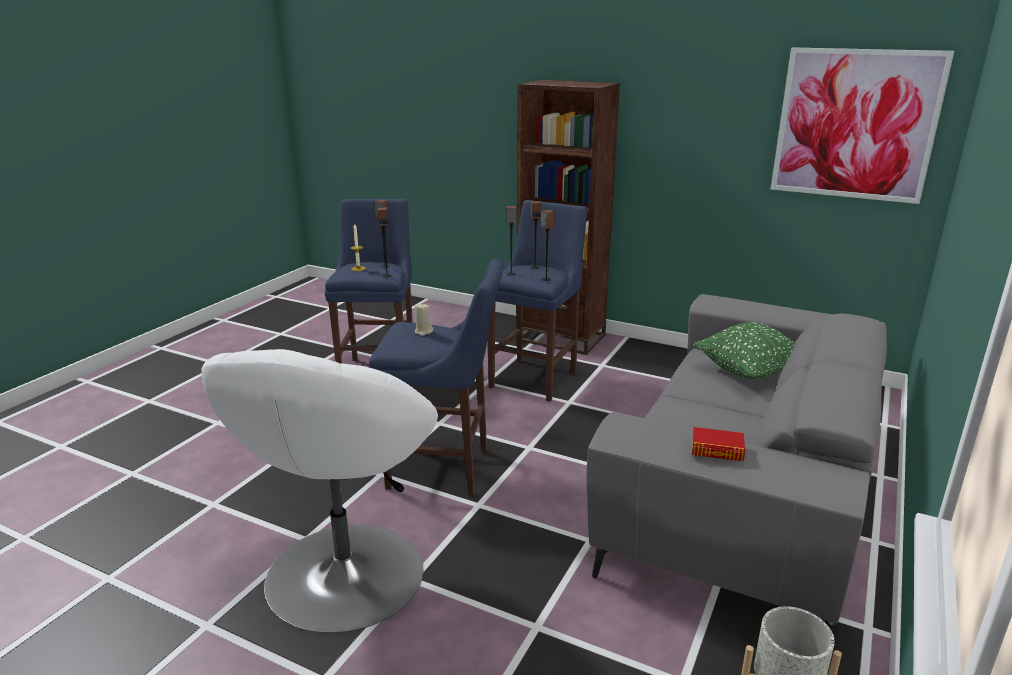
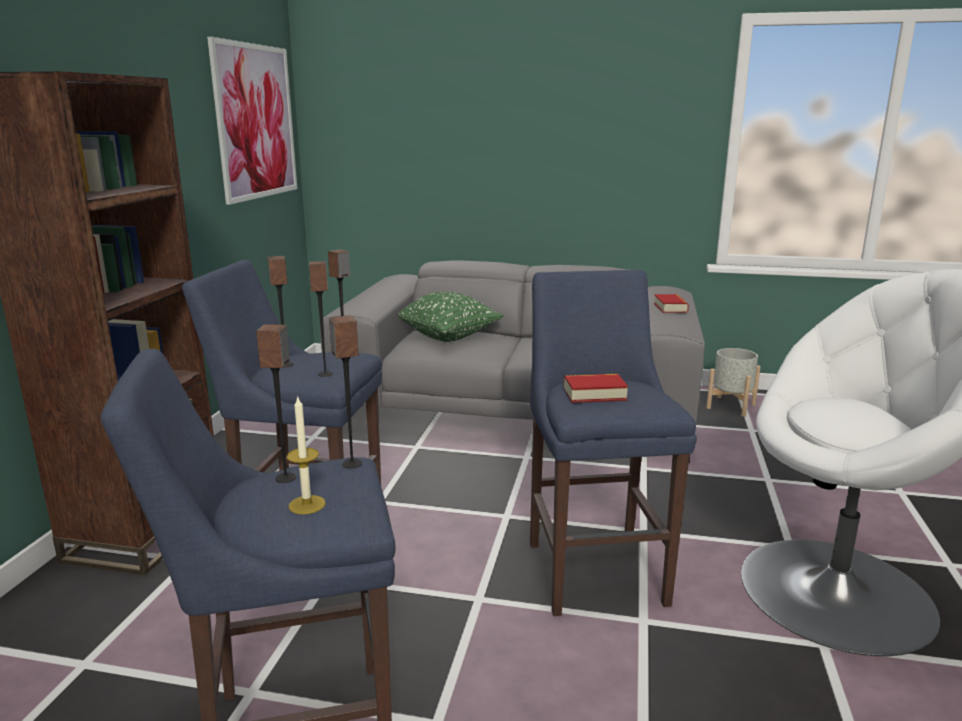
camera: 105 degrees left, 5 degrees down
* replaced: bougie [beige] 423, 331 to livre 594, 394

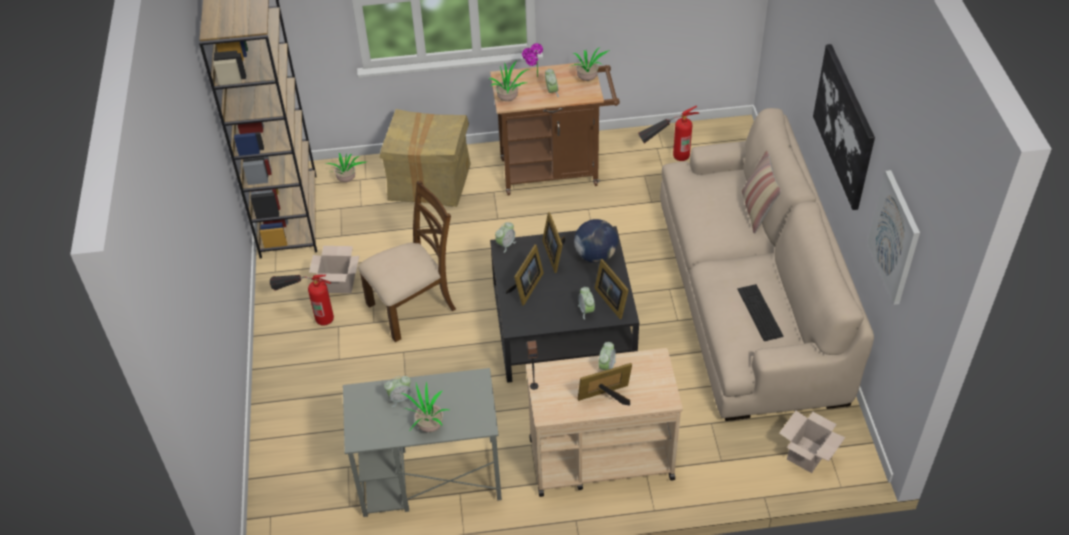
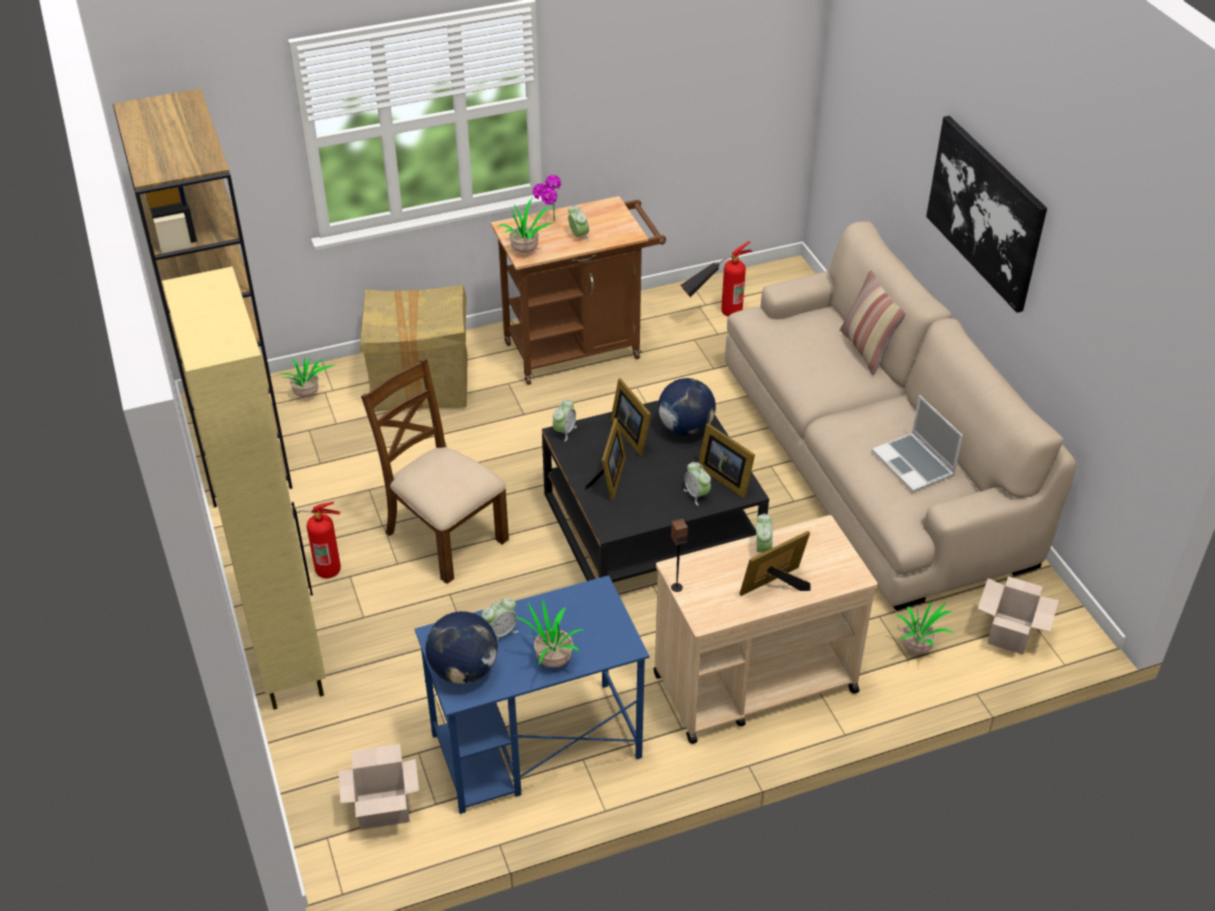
camera: 15 degrees left, 5 degrees down
* moved: plante en pot 588, 79 to 918, 649
* removed: tableau 895, 237
* turned: chaise [marron] 412, 306 = 444, 536 90 degrees counterclockwise
* moved: carton 339, 283 to 384, 807
* replaced: clavier 760, 312 to ordinateur portable 914, 464
* recoloured: bureau [gris] 429, 478 to bureau [bleu] 534, 747
* added: meuble de rangement [beige] 286, 656
* added: globe 464, 670

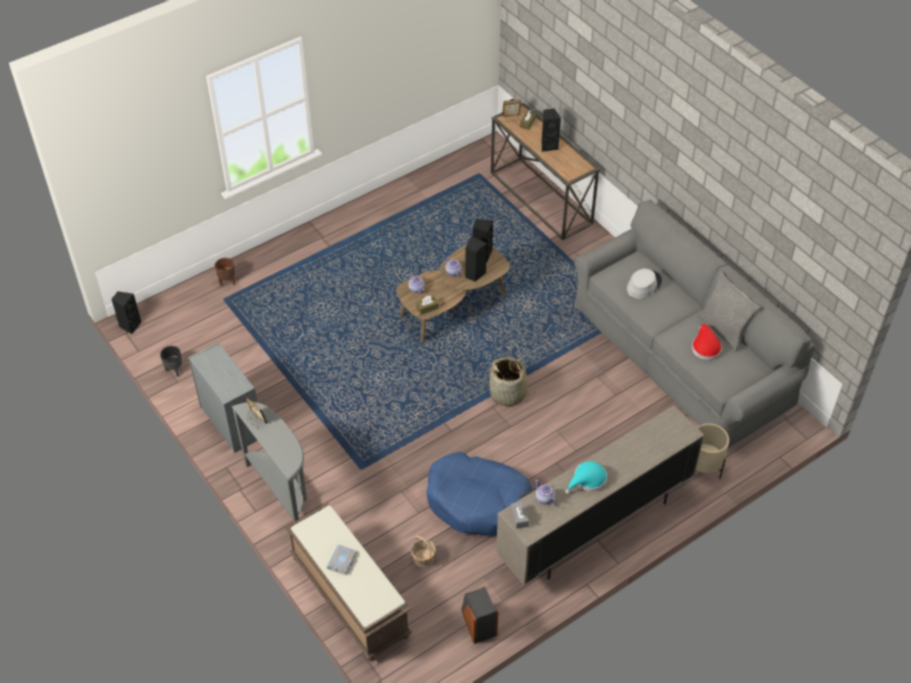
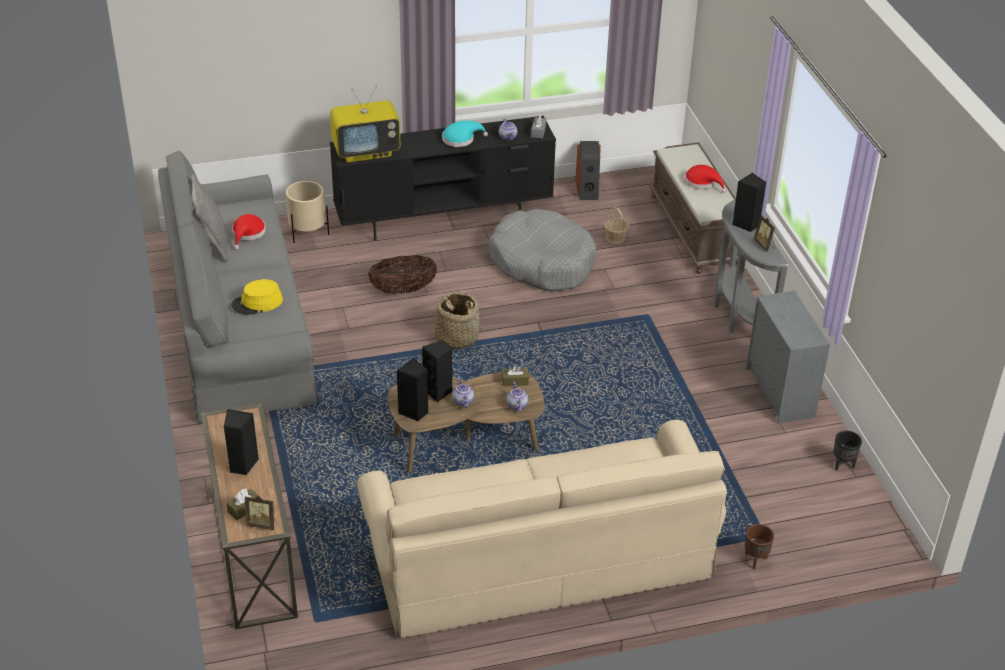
camera: 160 degrees left, 10 degrees down
* recoloured: chapeau [gris] 644, 285 to chapeau [jaune] 257, 303
* moved: enceinte [noir] 130, 325 to 746, 224
* recoloured: meuble télé [beige] 594, 527 to meuble télé [noir] 445, 219
* recoloured: panier pour chien [bleu] 478, 501 to panier pour chien [gris] 542, 262
* replaced: livre [gris] 342, 561 to chapeau [rouge] 702, 182
* added: téléviseur 366, 151
* added: panier 403, 290
* added: canapé [beige] 539, 557

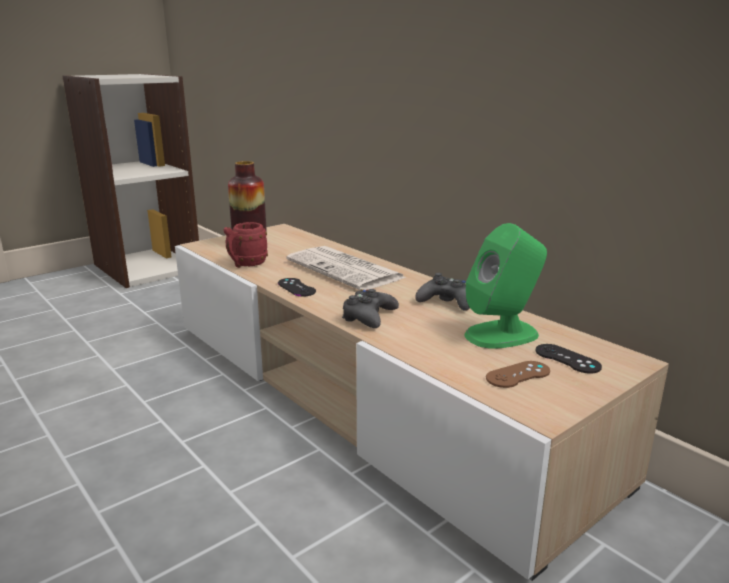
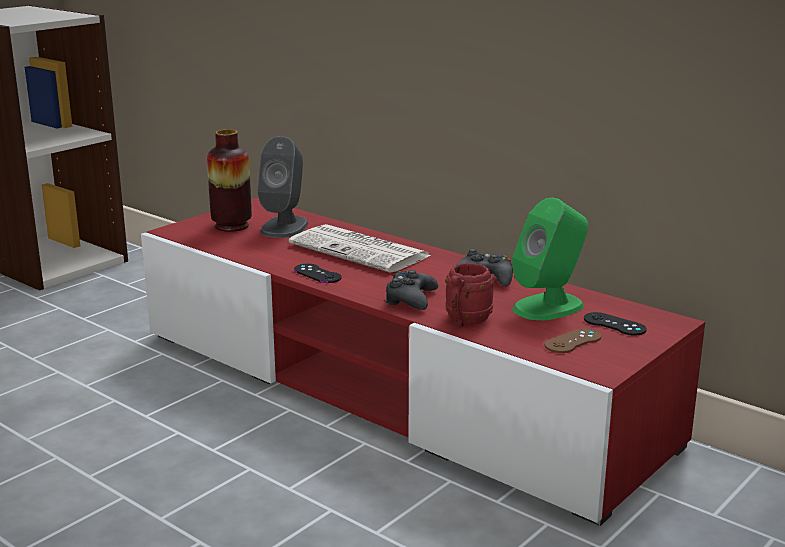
camera: 10 degrees left, 0 degrees up
* moved: mug [rouge] 246, 264 to 465, 321
* recoloured: meuble télé [beige] 364, 394 to meuble télé [rouge] 392, 387
* added: enceinte [gris] 284, 227

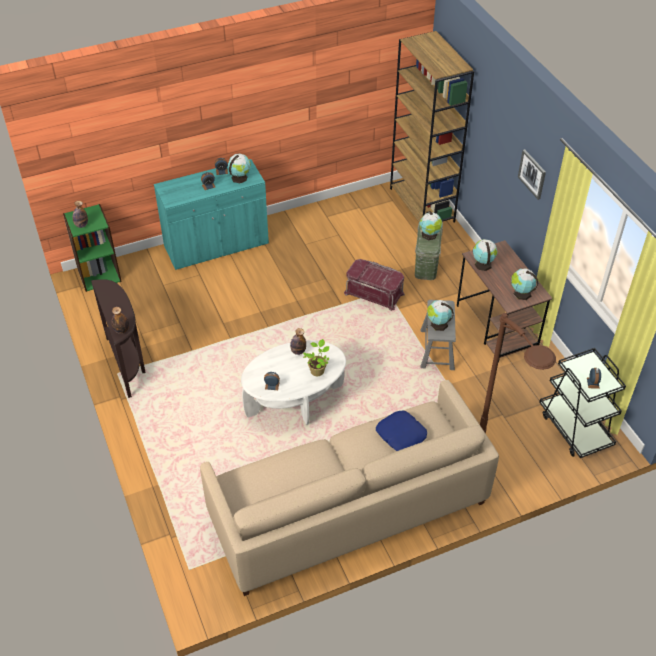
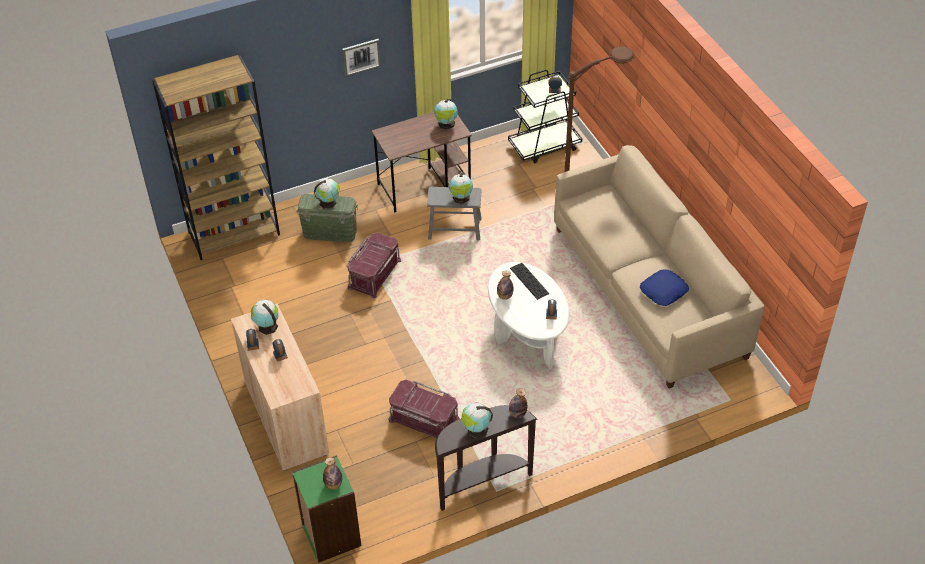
camera: 90 degrees left, 0 degrees up
* recoloured: meuble de rangement [turquoise] 216, 246 to meuble de rangement [beige] 286, 417
* moved: globe 482, 264 to 476, 430
* replaced: plante en pot 317, 370 to clavier 529, 281
* moved: coussin [bleu] 400, 434 to 664, 291
* added: boîte de rangement [rouge] 423, 420

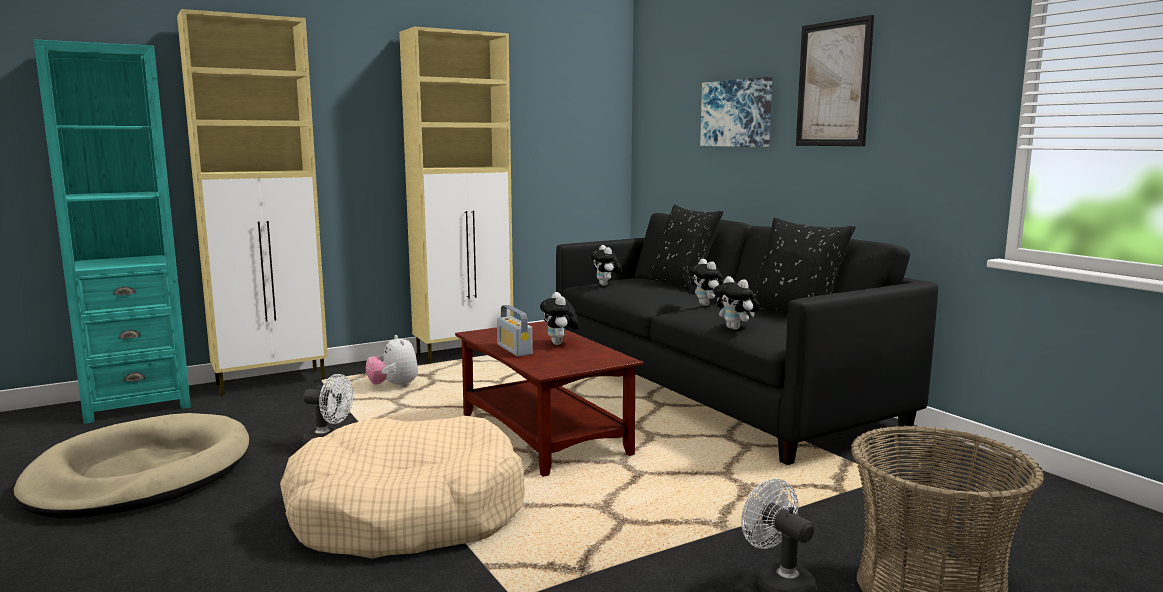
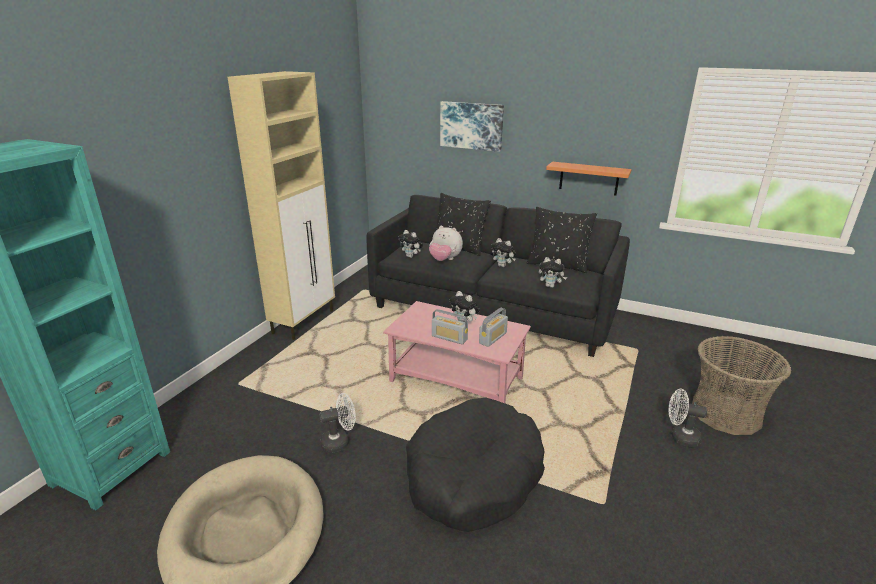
camera: 35 degrees left, 15 degrees up
* removed: meuble de rangement [beige] 272, 382
* removed: tableau 833, 84
* recoloured: table basse [marron] 544, 435 to table basse [rose] 457, 380
* moved: peluche 394, 387 to 445, 260
* recoloured: panier pour chien [beige] 406, 513 to panier pour chien [noir] 473, 476
* added: étagère [orange] 589, 178
* added: radio 493, 338

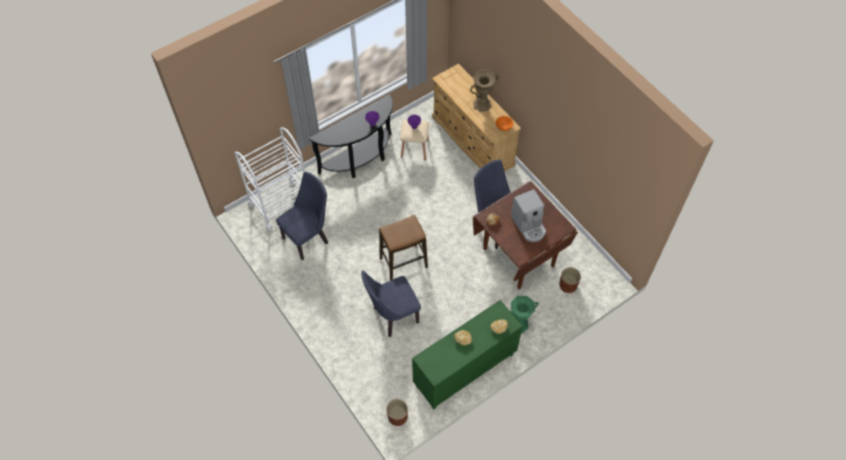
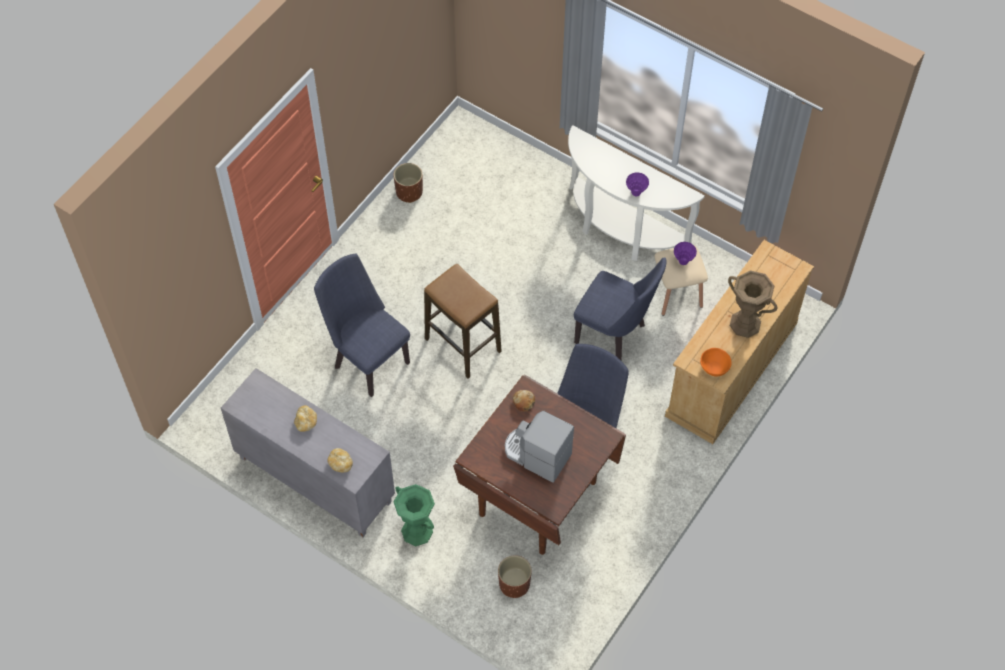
camera: 70 degrees right, 0 degrees up
* recoloured: table console [noir] 360, 160 to table console [blanc] 620, 231
* removed: chariot [blanc] 280, 203
* moved: chaise [bleu] 308, 238 to 615, 336
* turned: machine à café 529, 225 = 536, 455 75 degrees clockwise
* recoloured: meuble de rangement [vert] 464, 371 to meuble de rangement [gris] 314, 480
* moved: cache-pot [marron] 397, 416 to 409, 192

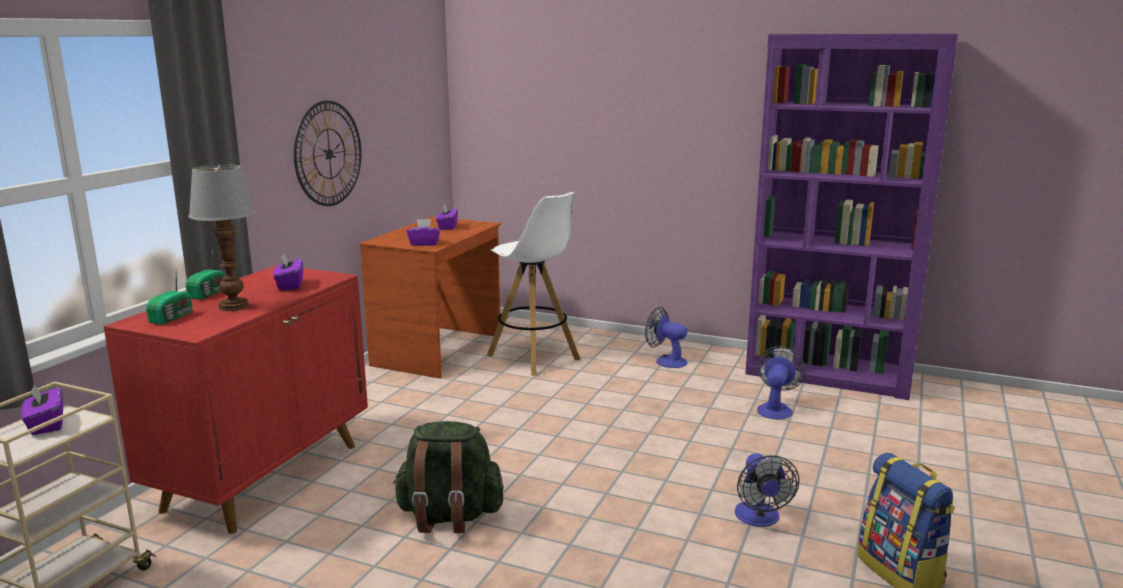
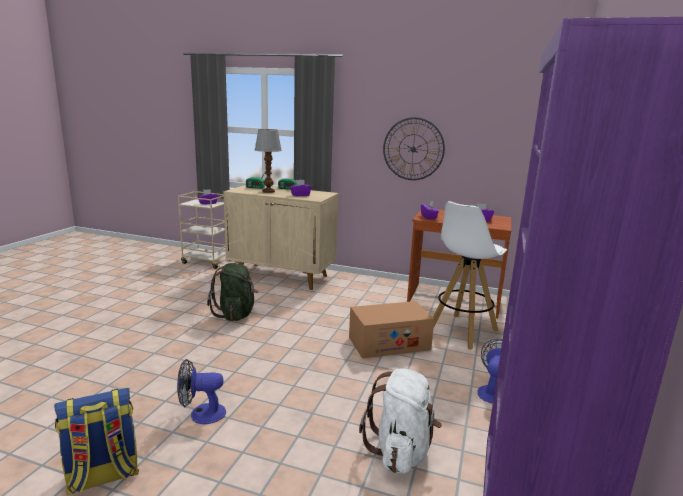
camera: 85 degrees right, 0 degrees up
* recoloured: meuble de rangement [rouge] 265, 476 to meuble de rangement [beige] 282, 276
* replaced: ventilateur 775, 408 to sac à dos [blanc] 401, 451
* added: carton 389, 343

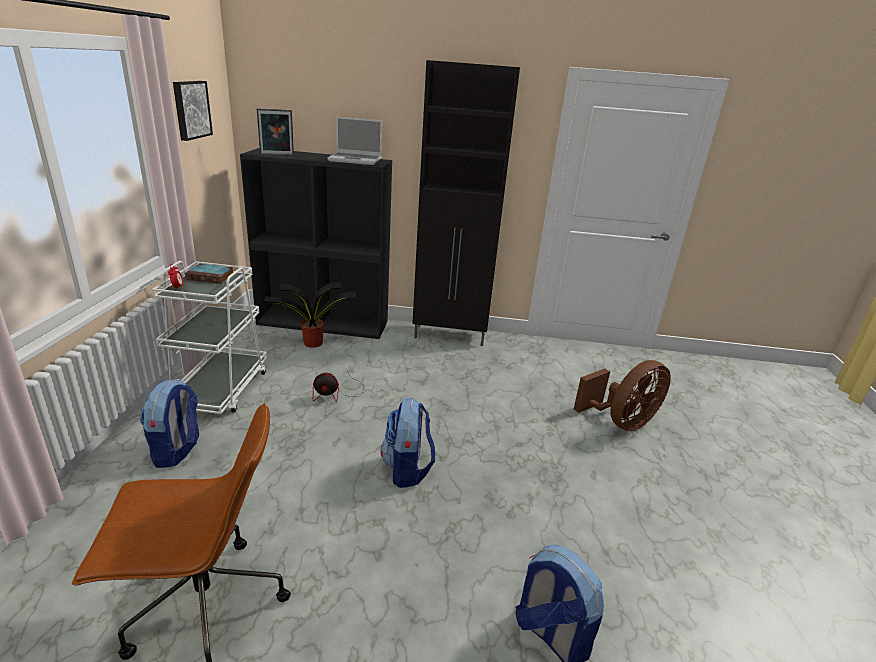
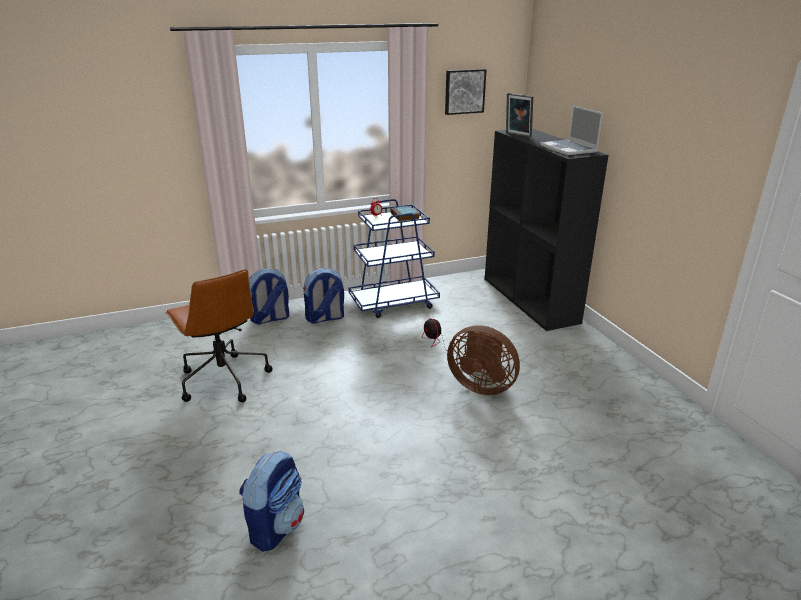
camera: 65 degrees right, 0 degrees up
* removed: meuble de rangement [noir] 450, 336
* recoloured: chariot [blanc] 220, 390 to chariot [bleu] 394, 303
* removed: plante en pot 312, 343
* moved: ventilateur [marron] 622, 422 to 481, 385
* moved: sac à dos 407, 469 to 270, 319

